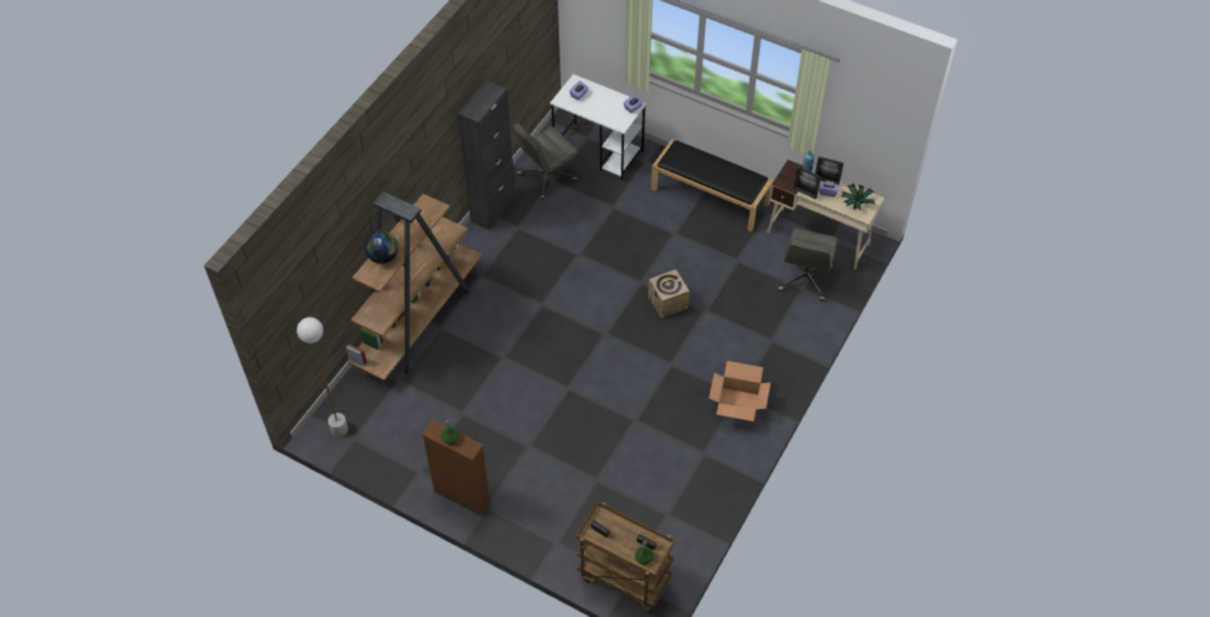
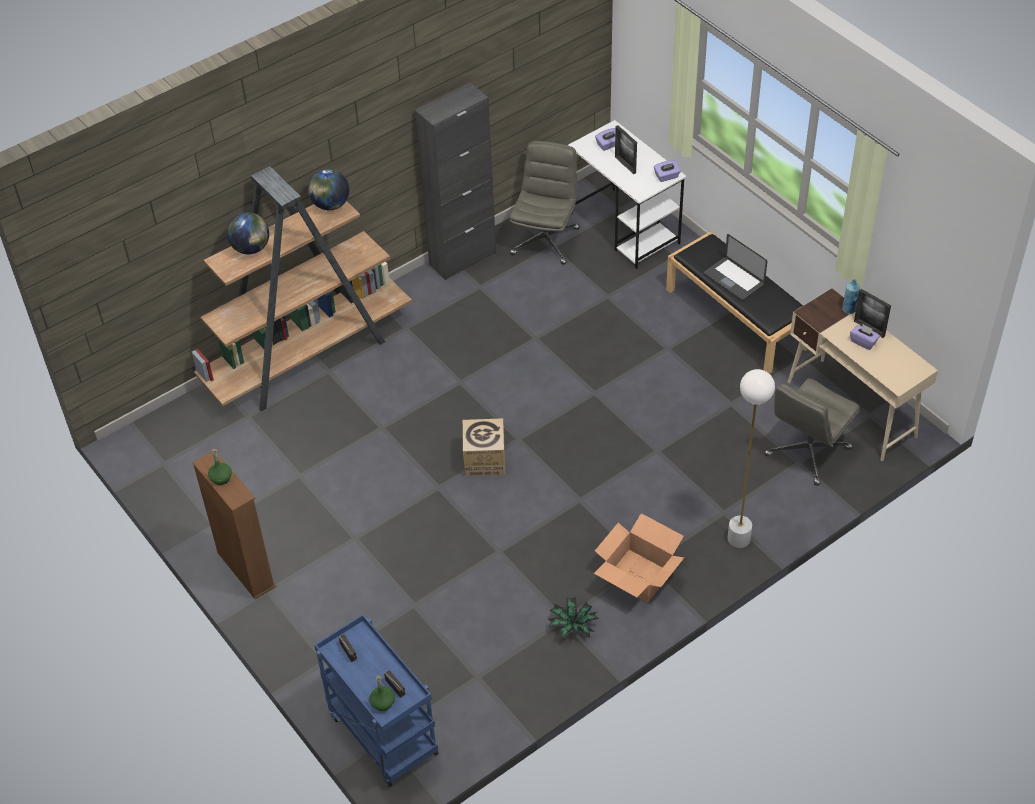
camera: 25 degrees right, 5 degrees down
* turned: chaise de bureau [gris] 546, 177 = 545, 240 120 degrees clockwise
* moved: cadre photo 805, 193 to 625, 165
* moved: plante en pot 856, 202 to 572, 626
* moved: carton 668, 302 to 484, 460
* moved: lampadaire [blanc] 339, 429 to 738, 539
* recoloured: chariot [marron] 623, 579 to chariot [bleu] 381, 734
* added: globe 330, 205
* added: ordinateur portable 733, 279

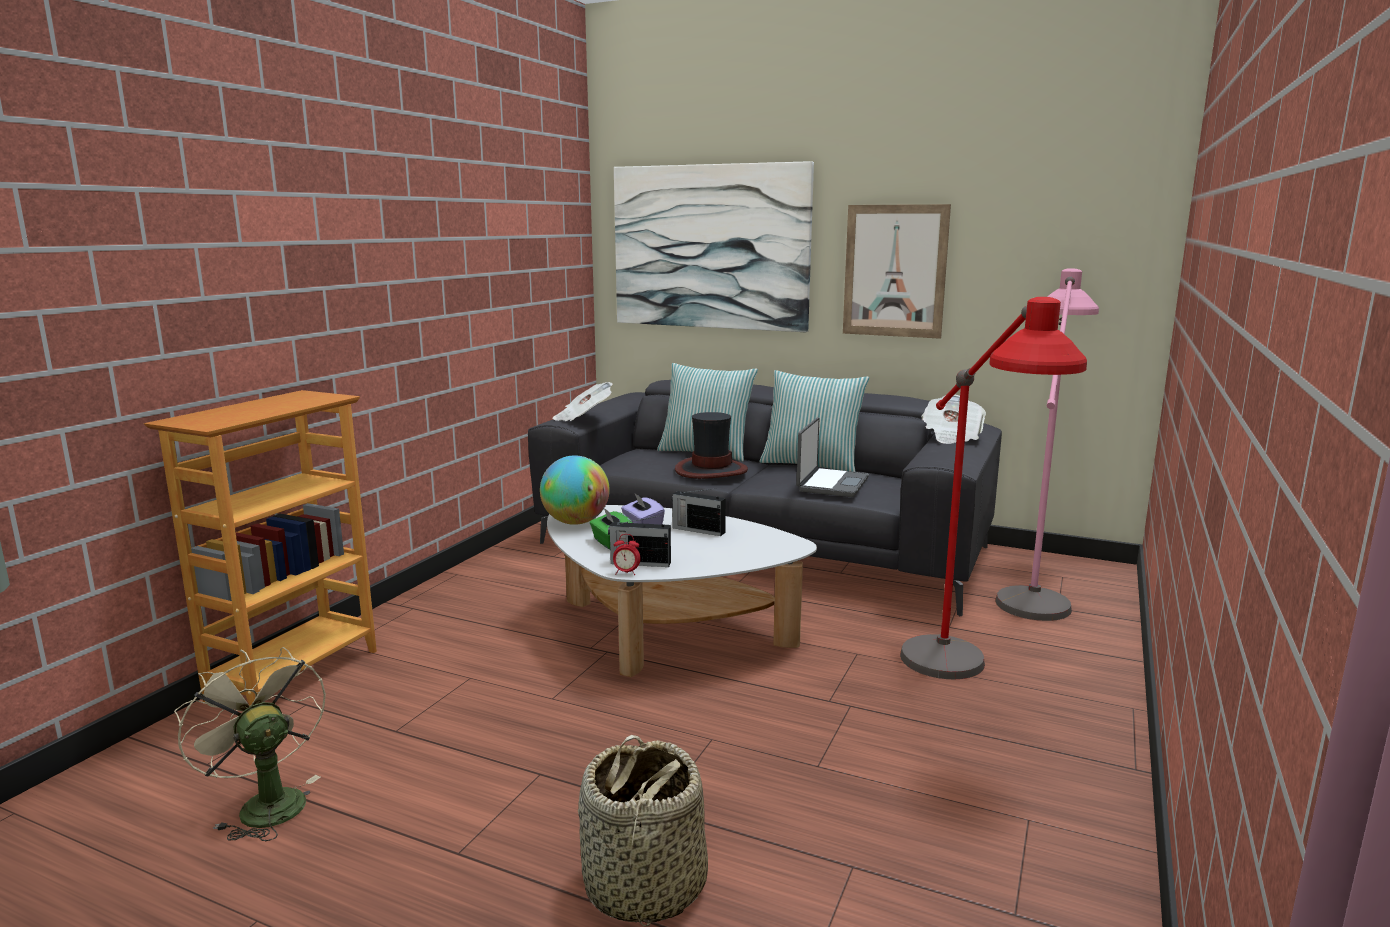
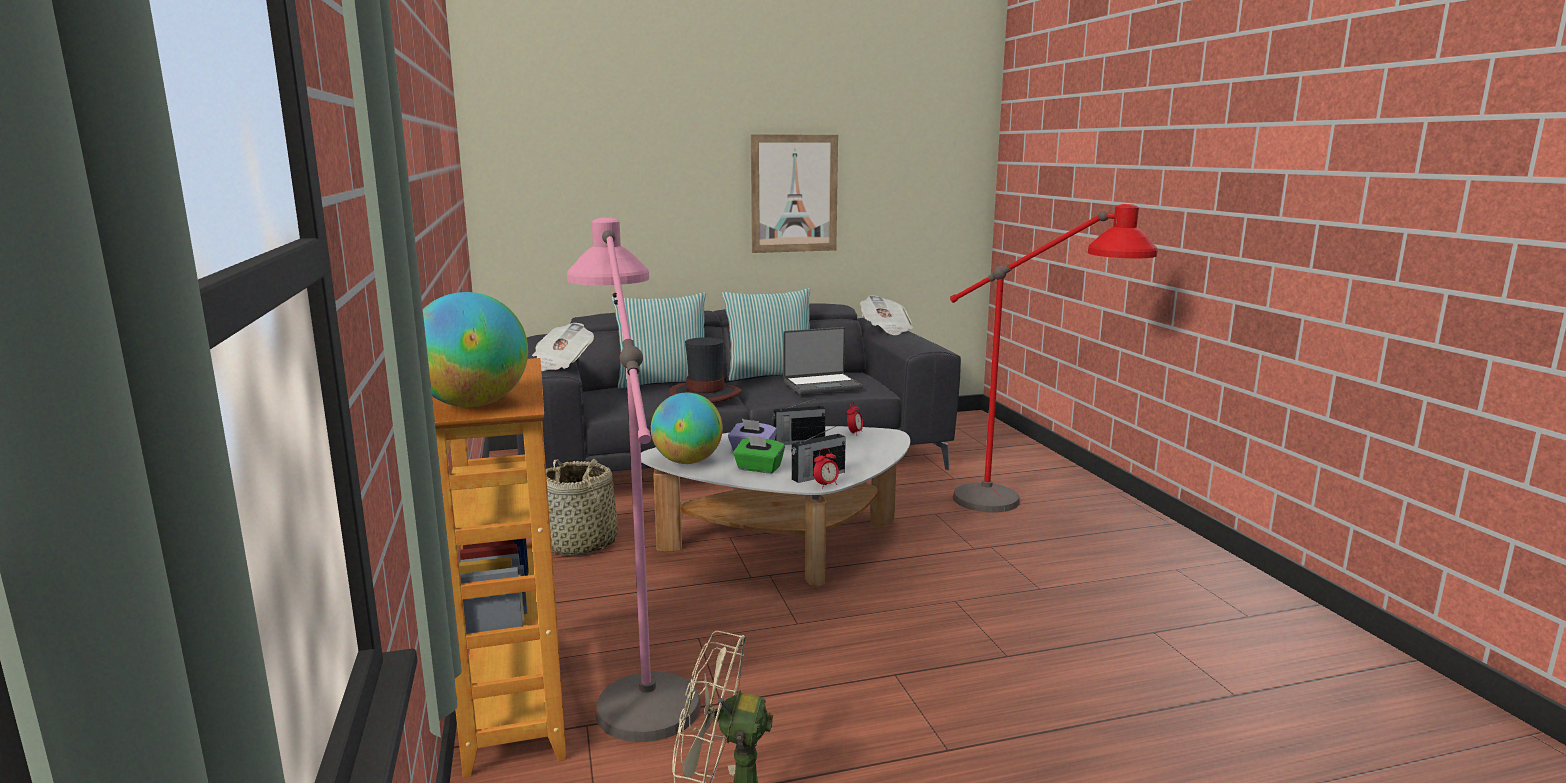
camera: 40 degrees left, 0 degrees up
* removed: tableau 710, 247
* moved: lampadaire [rose] 1036, 586 to 638, 668
* turned: ordinateur portable 831, 484 = 821, 385 90 degrees clockwise
* moved: panier 643, 886 to 581, 544
* added: globe 474, 405
* added: réveil 854, 433

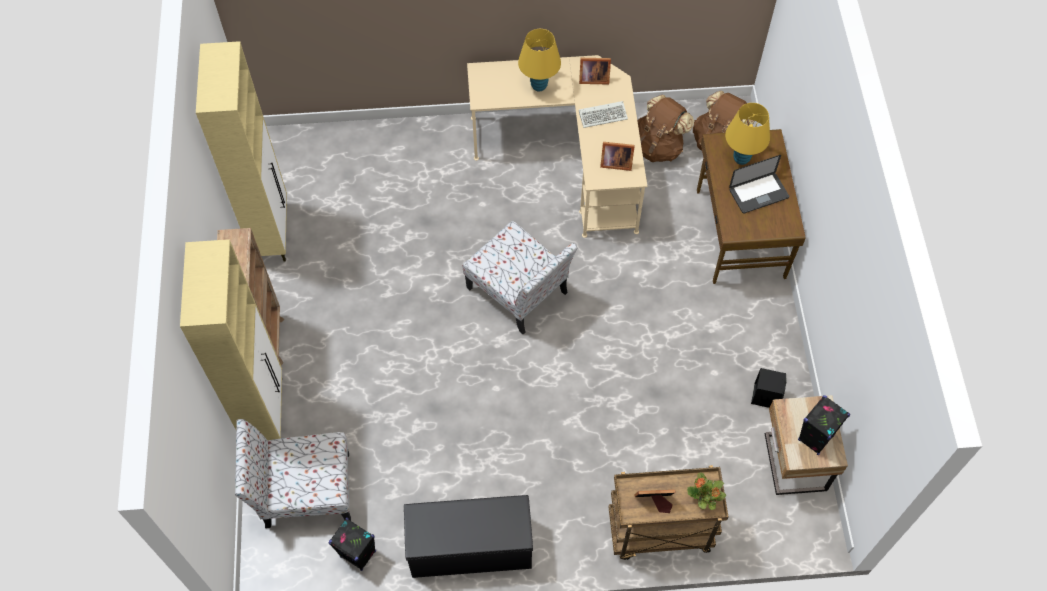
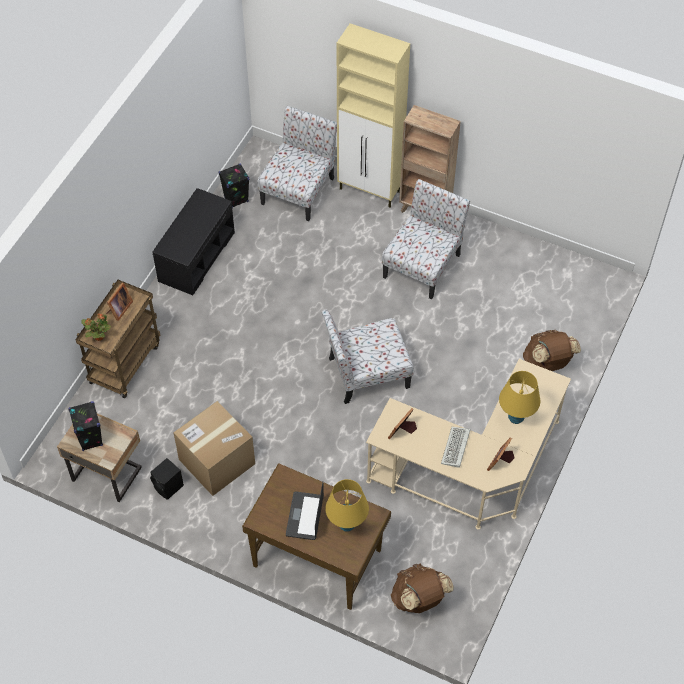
camera: 120 degrees right, 5 degrees down
* removed: meuble de rangement [beige] 272, 232
* moved: sac à dos [marron] 658, 146 to 547, 363
* added: chaise 423, 264
* added: carton 217, 461

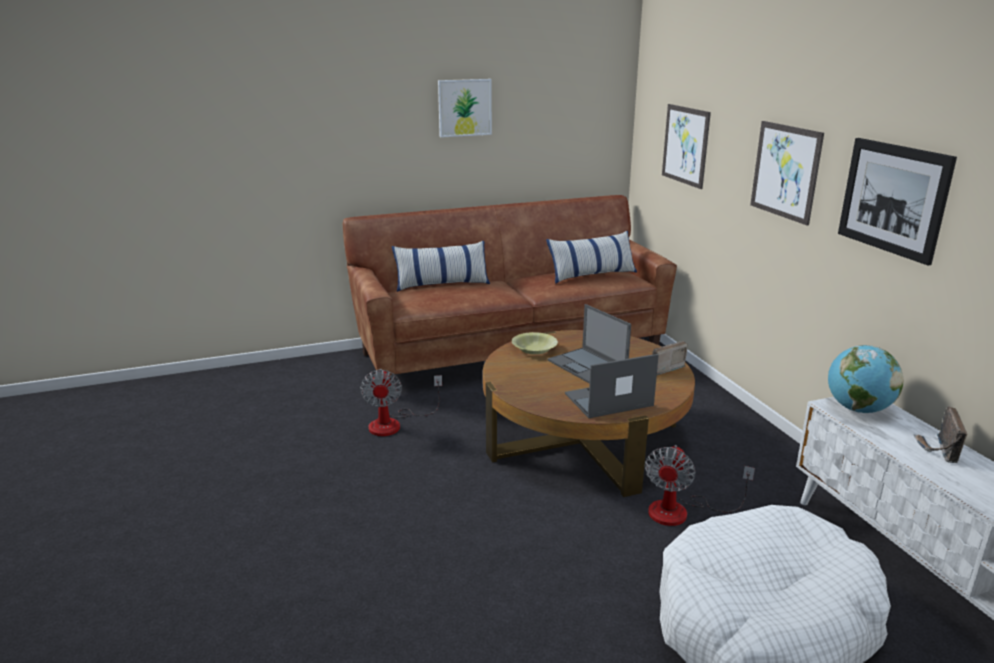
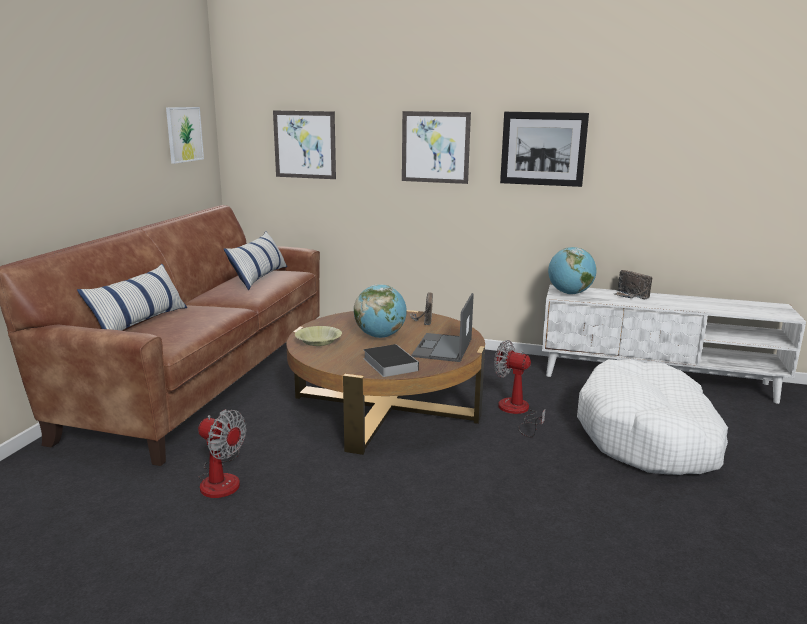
camera: 55 degrees left, 5 degrees down
* moved: tableau 464, 107 to 184, 134
* replaced: ordinateur portable 588, 366 to globe 380, 336
* turned: ventilateur 681, 511 = 517, 412 150 degrees clockwise
* added: livre 389, 363

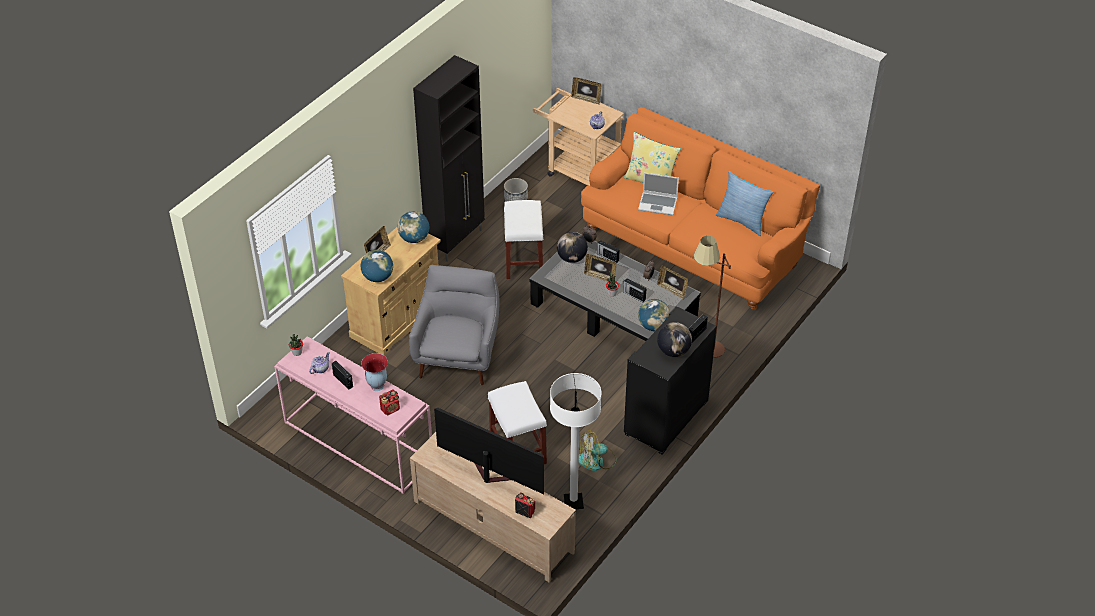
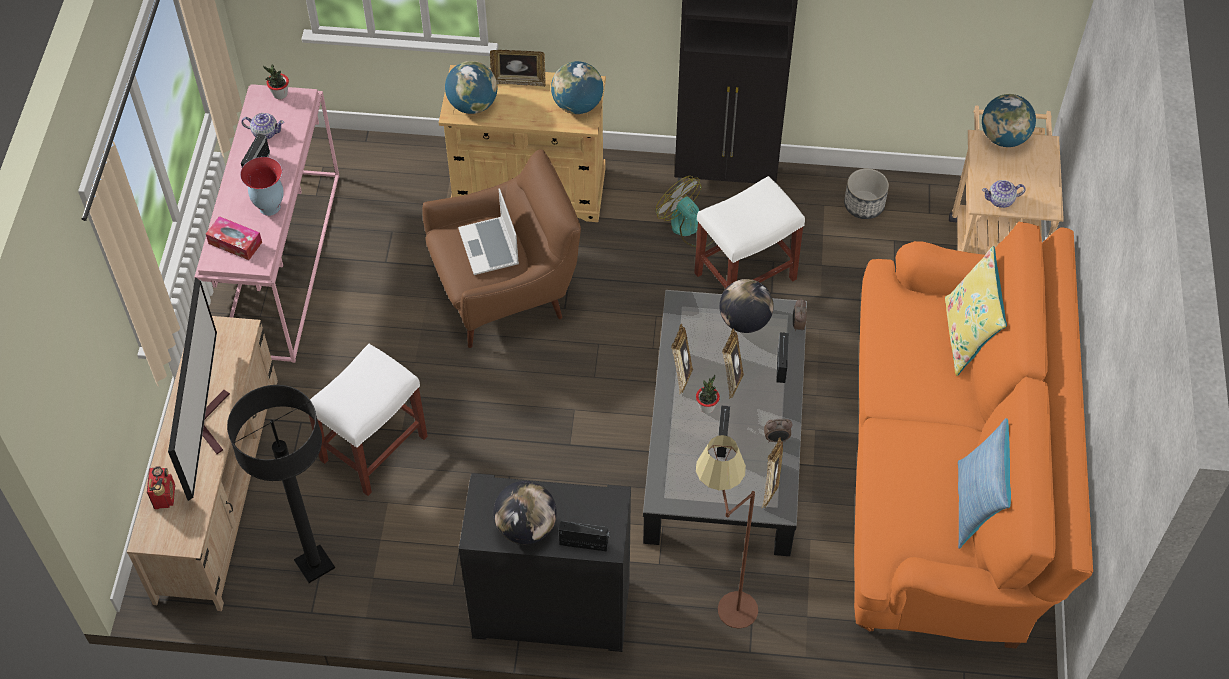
camera: 60 degrees right, 10 degrees up
* moved: cadre photo 586, 99 to 681, 370
* moved: ordinateur portable 658, 204 to 490, 247
* recoloured: fauteuil [gris] 458, 355 to fauteuil [marron] 506, 291
* moved: globe 653, 326 to 1004, 138
* recoloured: lampadaire [blanc] 573, 502 to lampadaire [noir] 314, 564
* replaced: radio 390, 409 to boîte à mouchoirs 235, 243
* moved: ventilateur 597, 461 to 691, 226

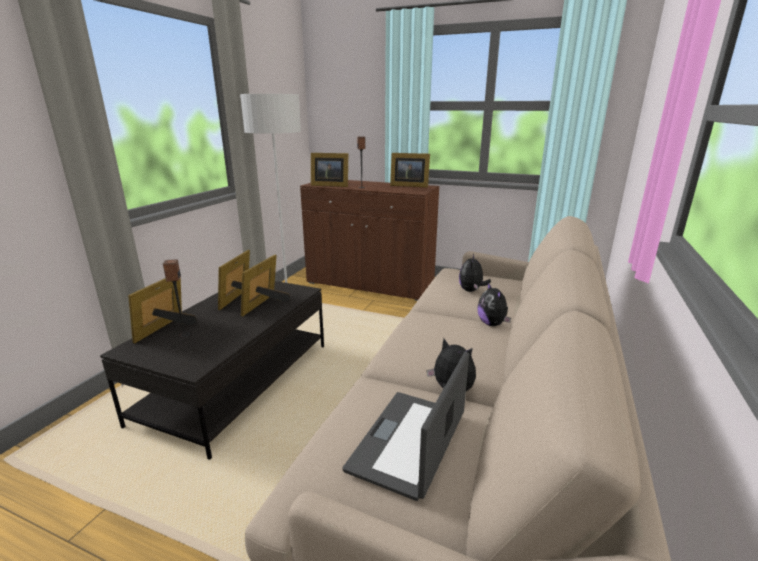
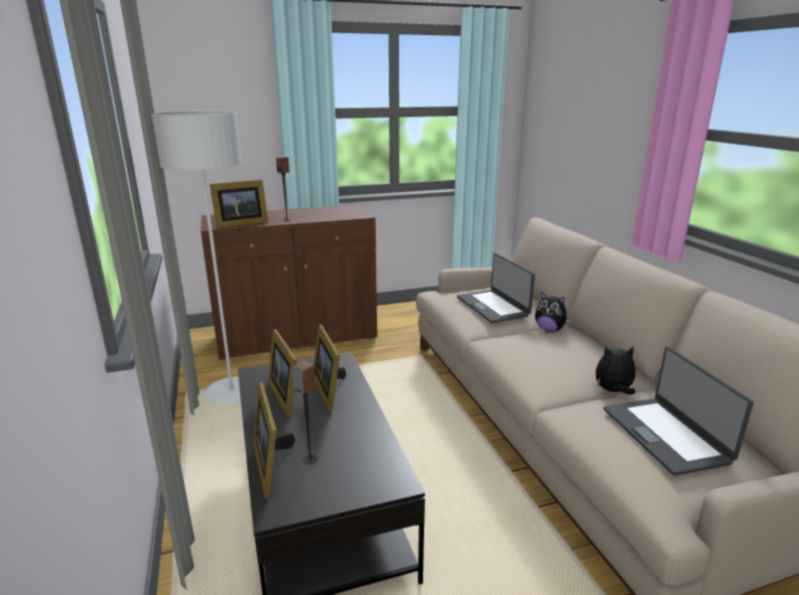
camera: 40 degrees left, 0 degrees up
* removed: cadre photo 408, 185
* replaced: peluche 471, 290 to ordinateur portable 493, 306

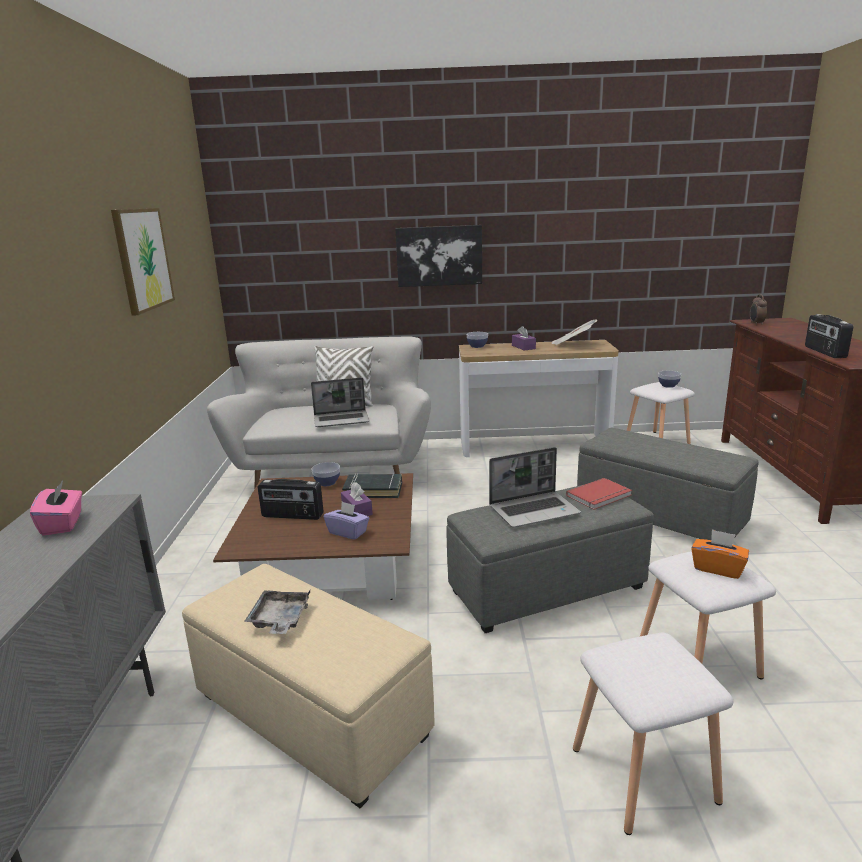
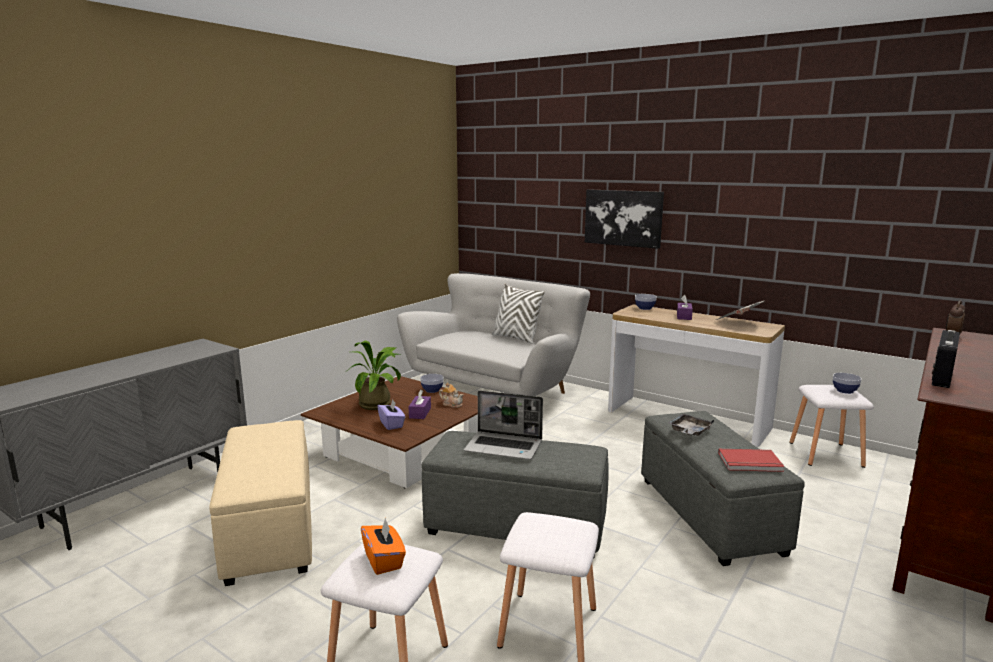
camera: 35 degrees right, 5 degrees down
* removed: tableau 142, 259
* removed: ordinateur portable 342, 420
* replaced: livre [noir] 373, 490 to théière 452, 404
* moved: livre [rouge] 600, 496 to 750, 463
* replaced: radio 292, 516 to plante en pot 378, 404
* removed: boîte à mouchoirs [rose] 63, 524
* moved: boîte à mouchoirs [orange] 718, 568 to 384, 560
* moved: plateau [gris] 279, 620 to 689, 431

